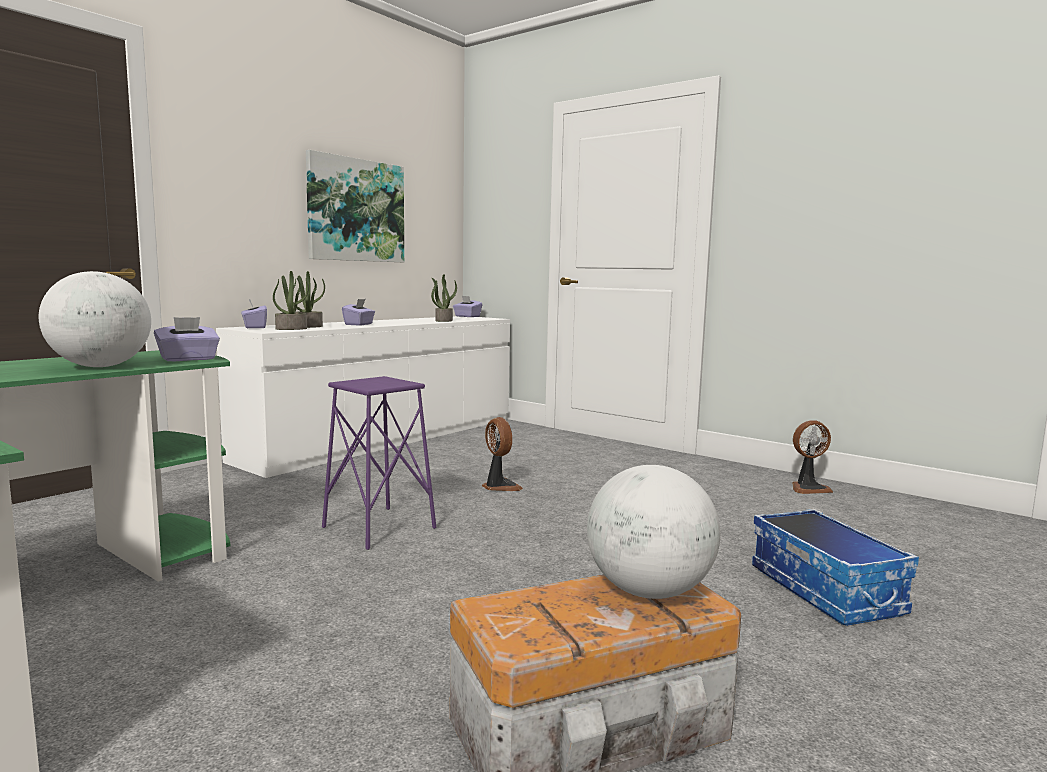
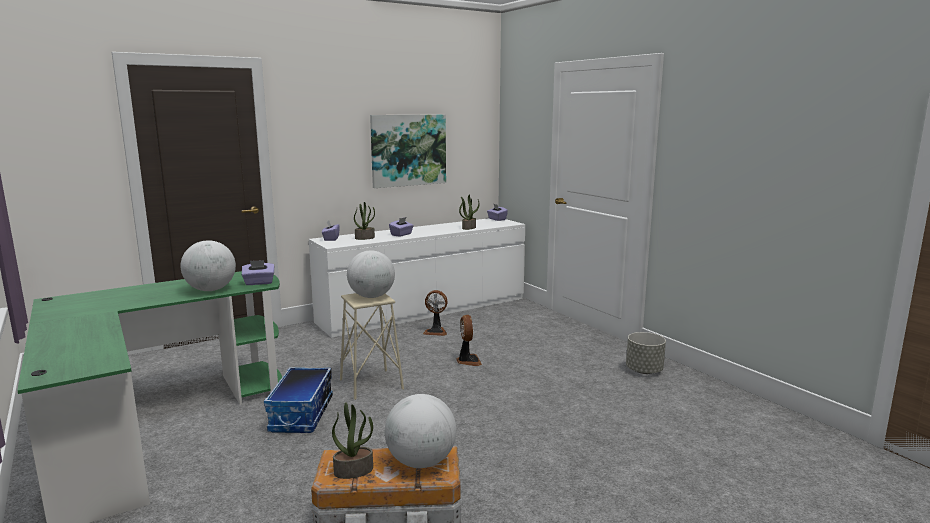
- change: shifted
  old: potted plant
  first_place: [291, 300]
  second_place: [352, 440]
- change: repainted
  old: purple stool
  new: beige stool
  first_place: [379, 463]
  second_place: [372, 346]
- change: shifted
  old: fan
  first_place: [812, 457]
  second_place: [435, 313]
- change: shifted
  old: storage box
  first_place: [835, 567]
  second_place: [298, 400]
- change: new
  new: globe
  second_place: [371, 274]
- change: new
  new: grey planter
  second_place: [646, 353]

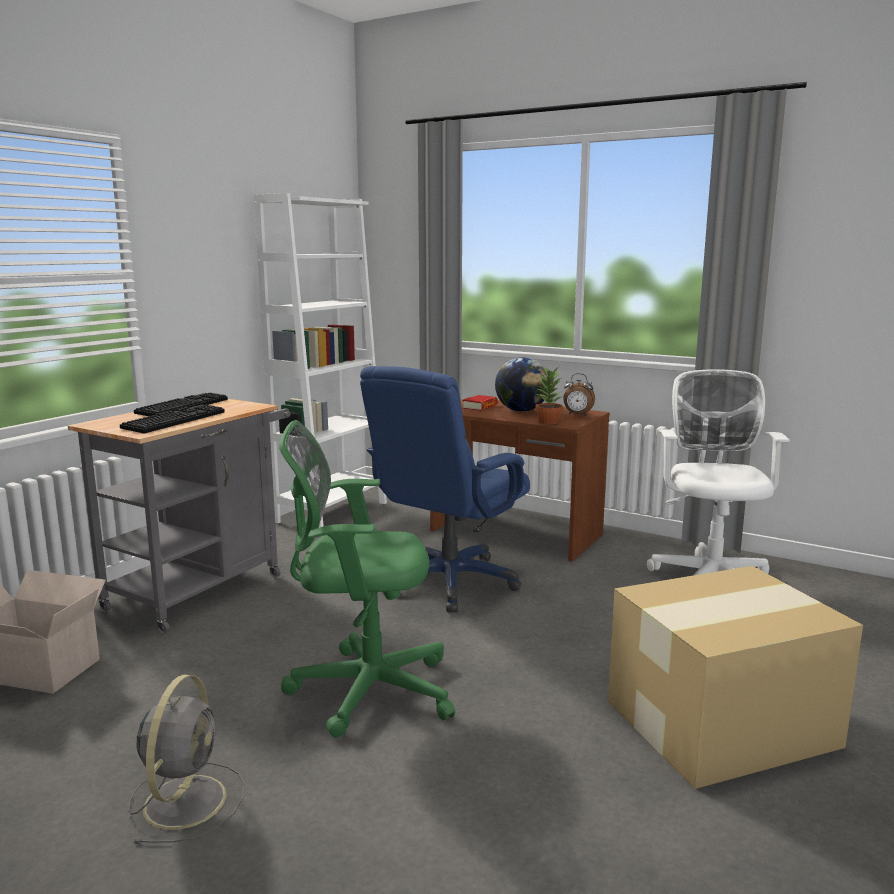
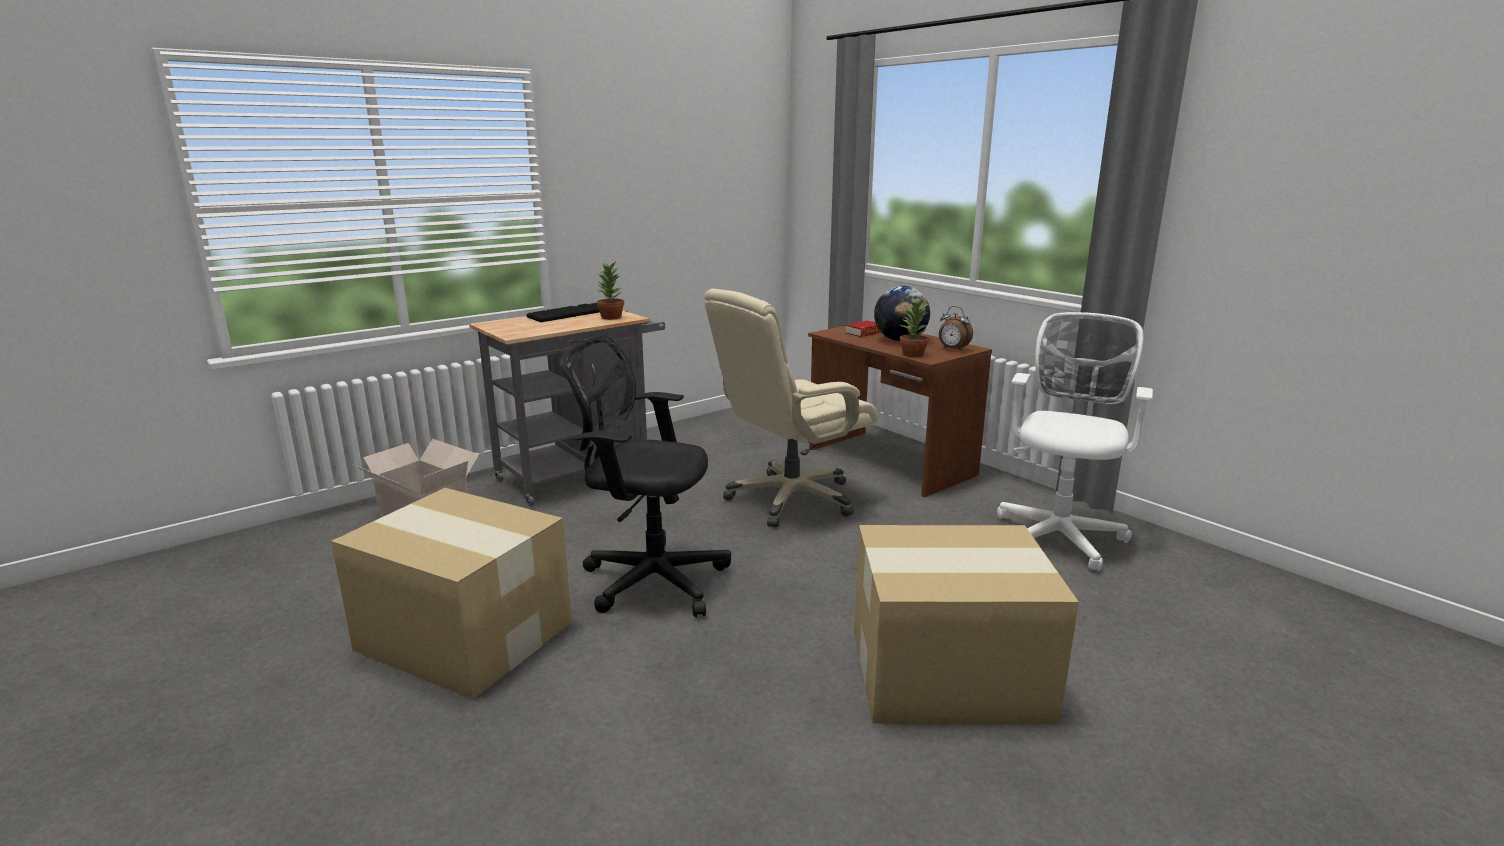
- change: gone
  old: white bookcase
  first_place: [320, 360]
- change: repainted
  old: blue office chair
  new: beige office chair
  first_place: [445, 489]
  second_place: [791, 408]
- change: gone
  old: keyboard
  first_place: [172, 419]
- change: repainted
  old: green office chair
  new: black office chair
  first_place: [367, 579]
  second_place: [645, 476]
- change: swapped
  old: grey fan
  new: cardboard box
  first_place: [186, 759]
  second_place: [451, 594]
- change: new
  new: potted plant
  second_place: [609, 291]

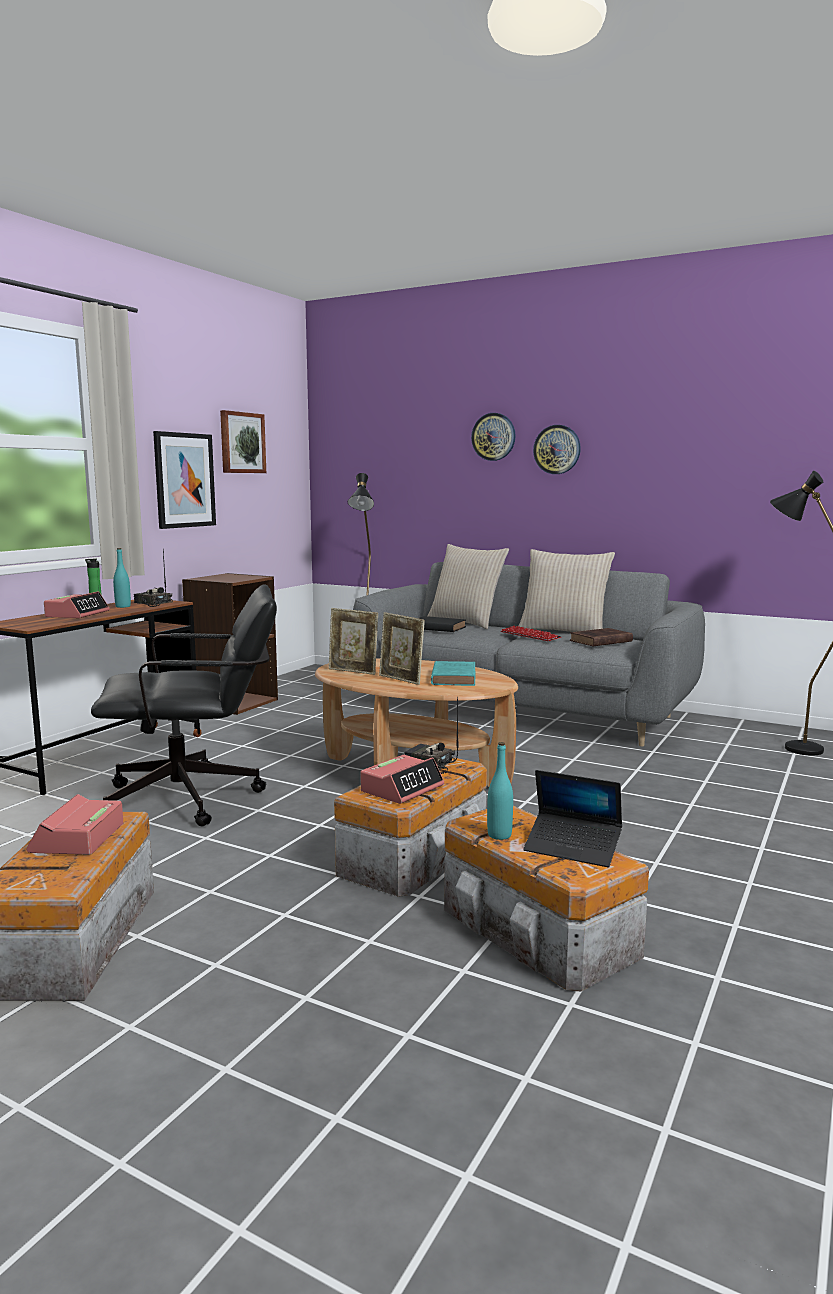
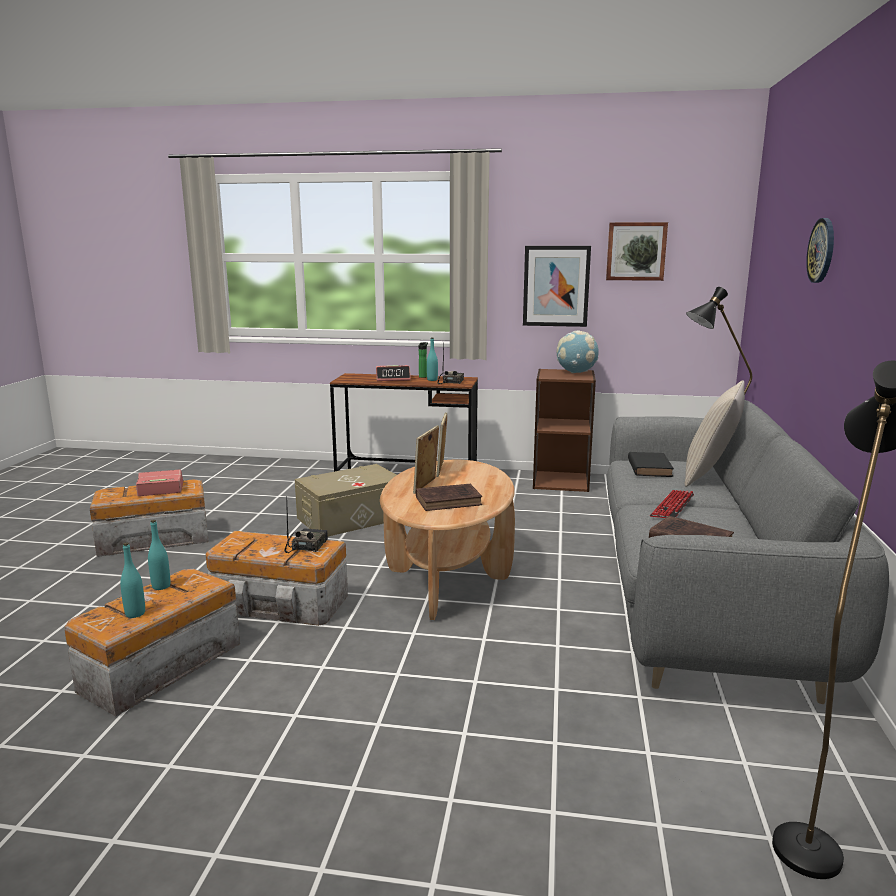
- change: gone
  old: wall clock
  first_place: [557, 449]
- change: gone
  old: beige pillow
  first_place: [566, 590]
- change: swapped
  old: black office chair
  new: beige storage box
  first_place: [184, 705]
  second_place: [345, 500]
- change: repainted
  old: turquoise book
  new: brown book
  first_place: [453, 673]
  second_place: [449, 497]
- change: gone
  old: alarm clock
  first_place: [402, 779]
- change: swapped
  old: laptop
  new: turquoise bottle
  first_place: [572, 818]
  second_place: [132, 580]
- change: new
  new: globe
  second_place: [577, 351]

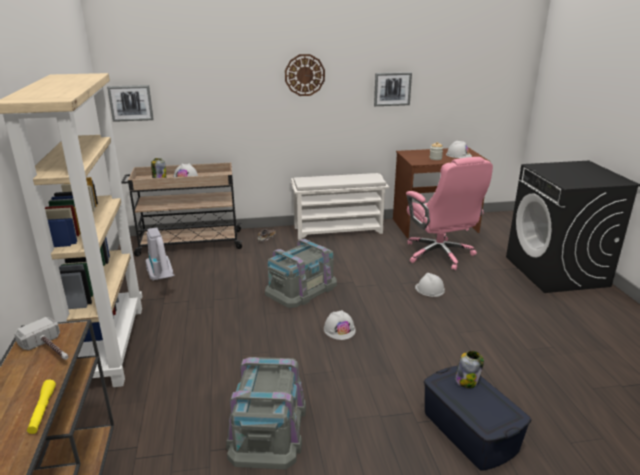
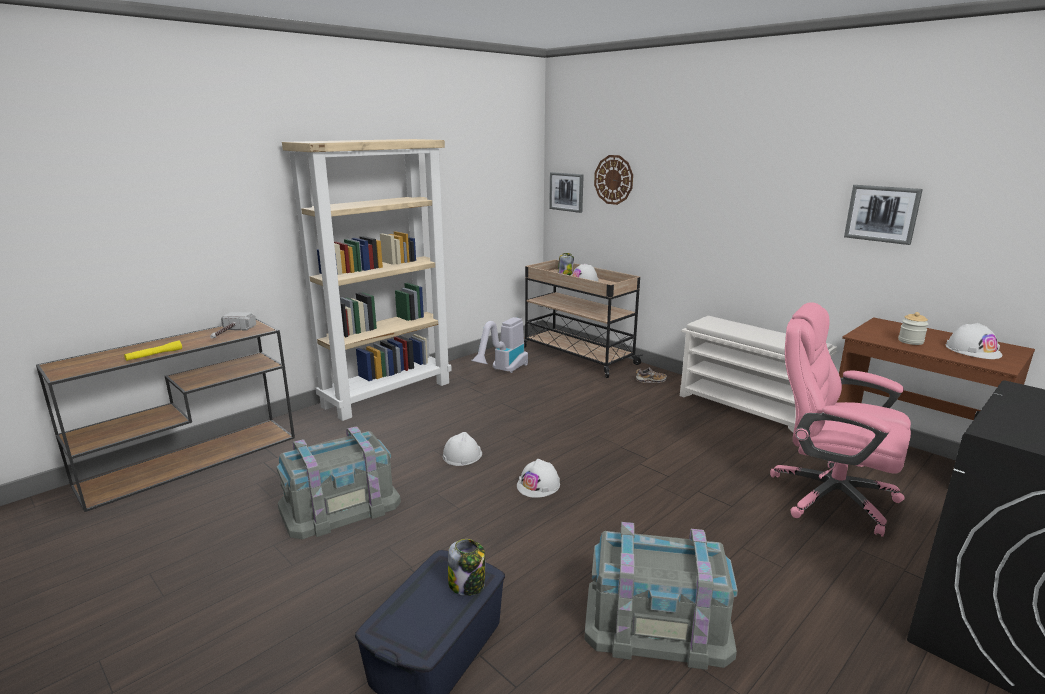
- change: shifted
  old: wall clock
  first_place: [305, 75]
  second_place: [613, 180]
- change: rotated
  old: pink office chair
  first_place: [449, 213]
  second_place: [840, 419]
  degrees: 90
- change: shifted
  old: grey storage box
  first_place: [301, 273]
  second_place: [661, 596]
- change: shifted
  old: white hard hat
  first_place: [430, 285]
  second_place: [462, 449]

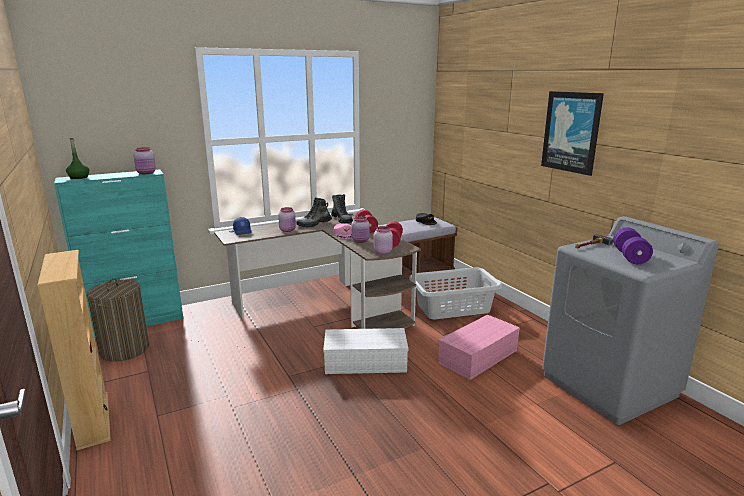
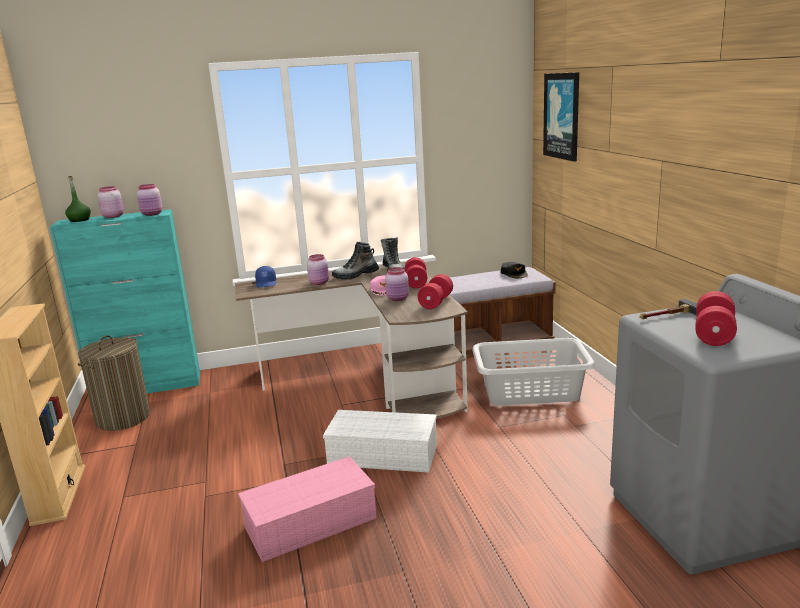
- change: shifted
  old: picture
  first_place: [572, 133]
  second_place: [561, 117]
- change: shifted
  old: pink jar
  first_place: [383, 240]
  second_place: [110, 202]
- change: repainted
  old: purple dumbbell
  new: red dumbbell
  first_place: [633, 245]
  second_place: [716, 318]
- change: shifted
  old: pink storage box
  first_place: [479, 347]
  second_place: [307, 509]

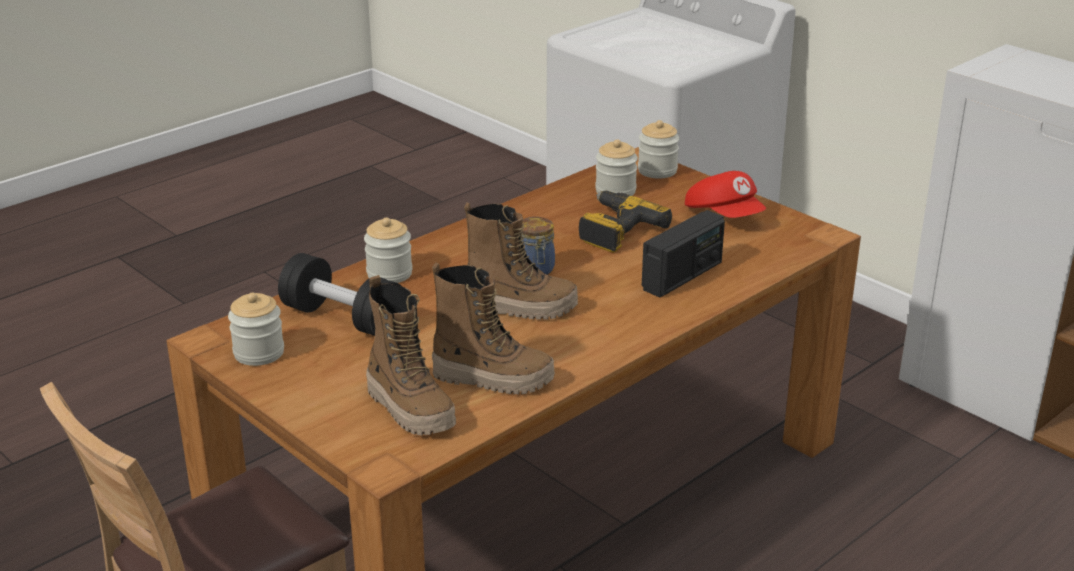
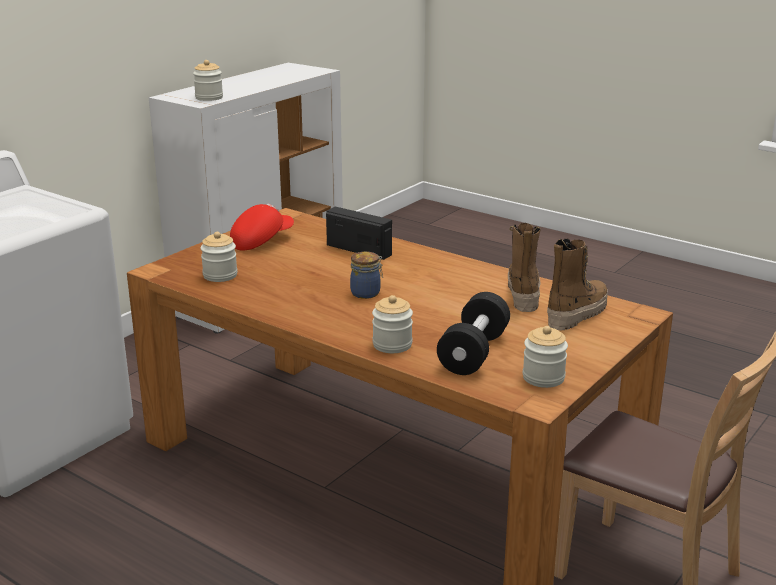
- change: shifted
  old: jar
  first_place: [658, 149]
  second_place: [208, 80]
- change: gone
  old: power drill
  first_place: [625, 221]
- change: gone
  old: boot
  first_place: [521, 261]

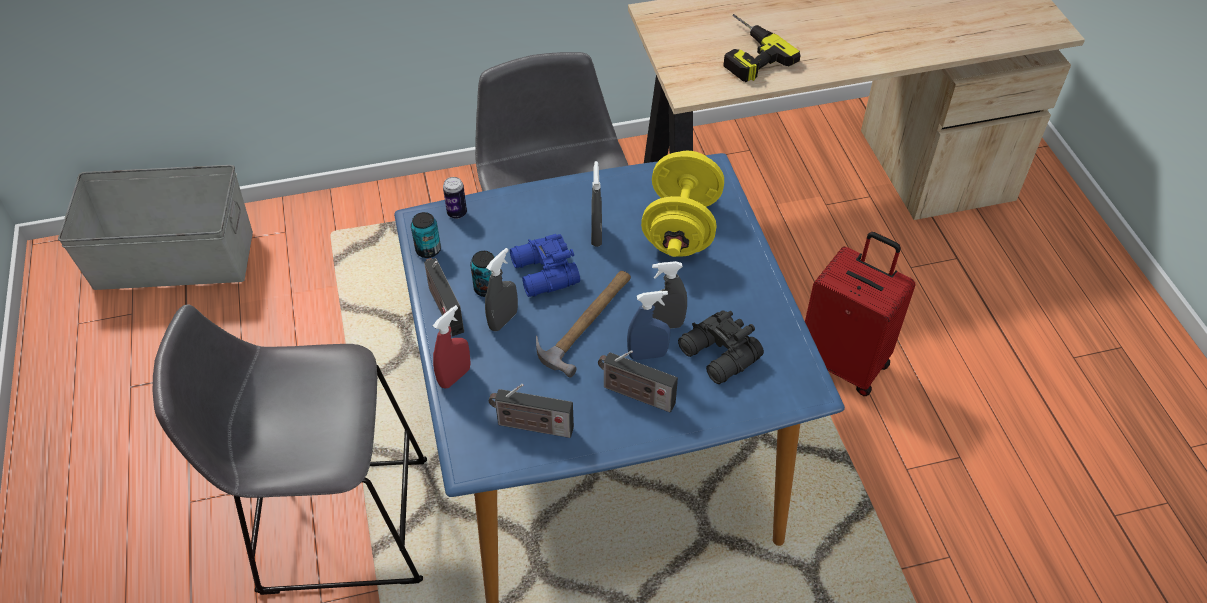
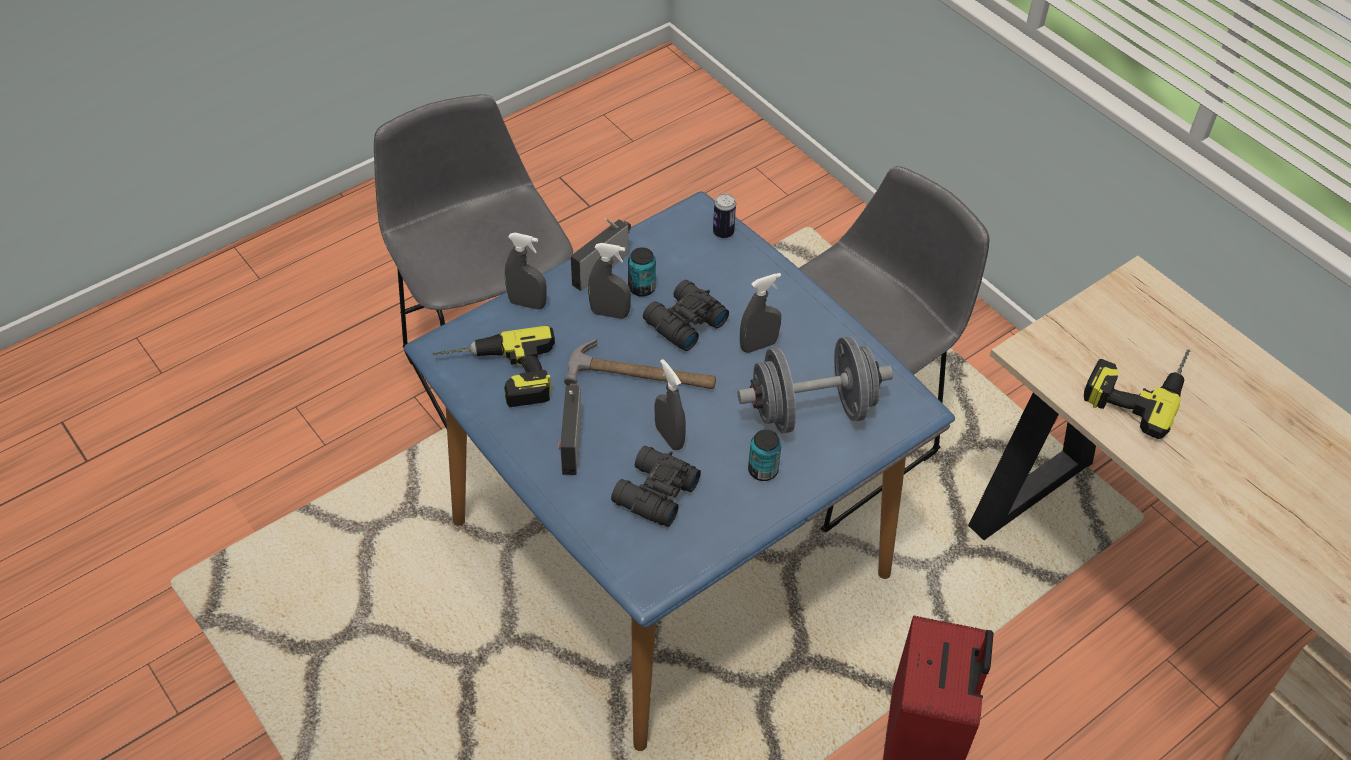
- change: repainted
  old: yellow dumbbell
  new: grey dumbbell
  first_place: [682, 204]
  second_place: [815, 384]
- change: gone
  old: grey storage box
  first_place: [155, 227]
- change: shifted
  old: can
  first_place: [426, 235]
  second_place: [765, 455]
- change: repainted
  old: blue binoculars
  new: black binoculars
  first_place: [545, 265]
  second_place: [686, 315]
- change: gone
  old: blue spray bottle
  first_place: [649, 325]
- change: repainted
  old: red spray bottle
  new: grey spray bottle
  first_place: [452, 346]
  second_place: [526, 271]
- change: swapped
  old: radio
  new: power drill
  first_place: [531, 411]
  second_place: [493, 366]

